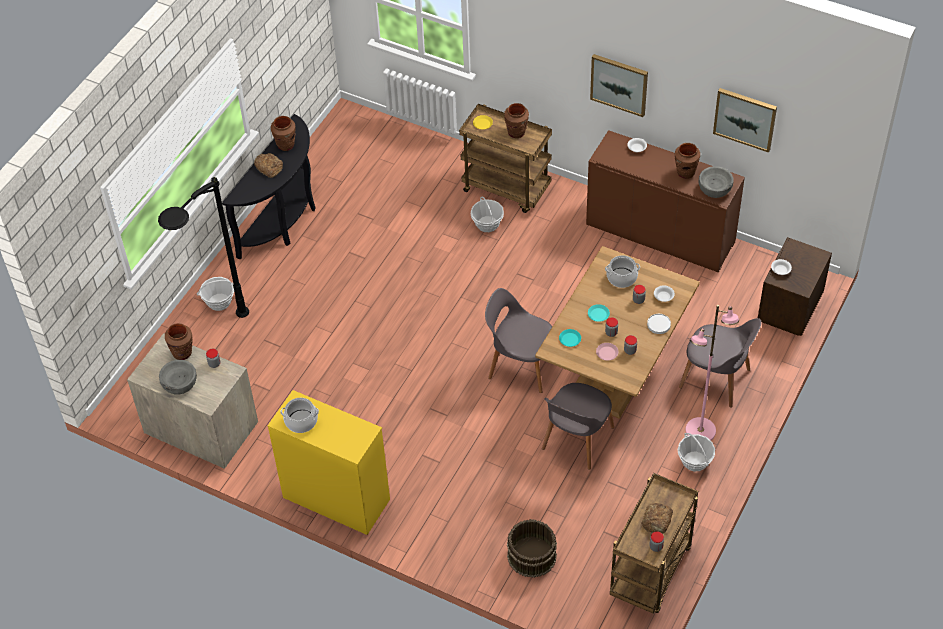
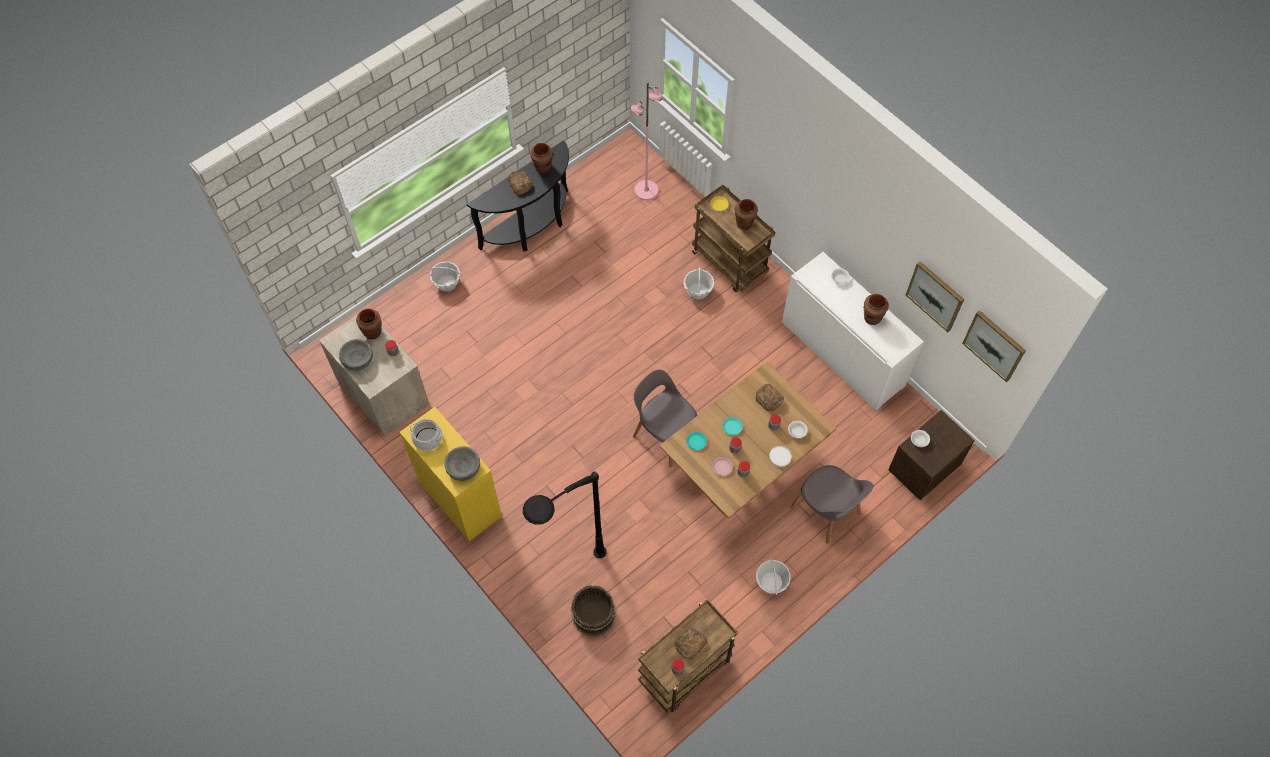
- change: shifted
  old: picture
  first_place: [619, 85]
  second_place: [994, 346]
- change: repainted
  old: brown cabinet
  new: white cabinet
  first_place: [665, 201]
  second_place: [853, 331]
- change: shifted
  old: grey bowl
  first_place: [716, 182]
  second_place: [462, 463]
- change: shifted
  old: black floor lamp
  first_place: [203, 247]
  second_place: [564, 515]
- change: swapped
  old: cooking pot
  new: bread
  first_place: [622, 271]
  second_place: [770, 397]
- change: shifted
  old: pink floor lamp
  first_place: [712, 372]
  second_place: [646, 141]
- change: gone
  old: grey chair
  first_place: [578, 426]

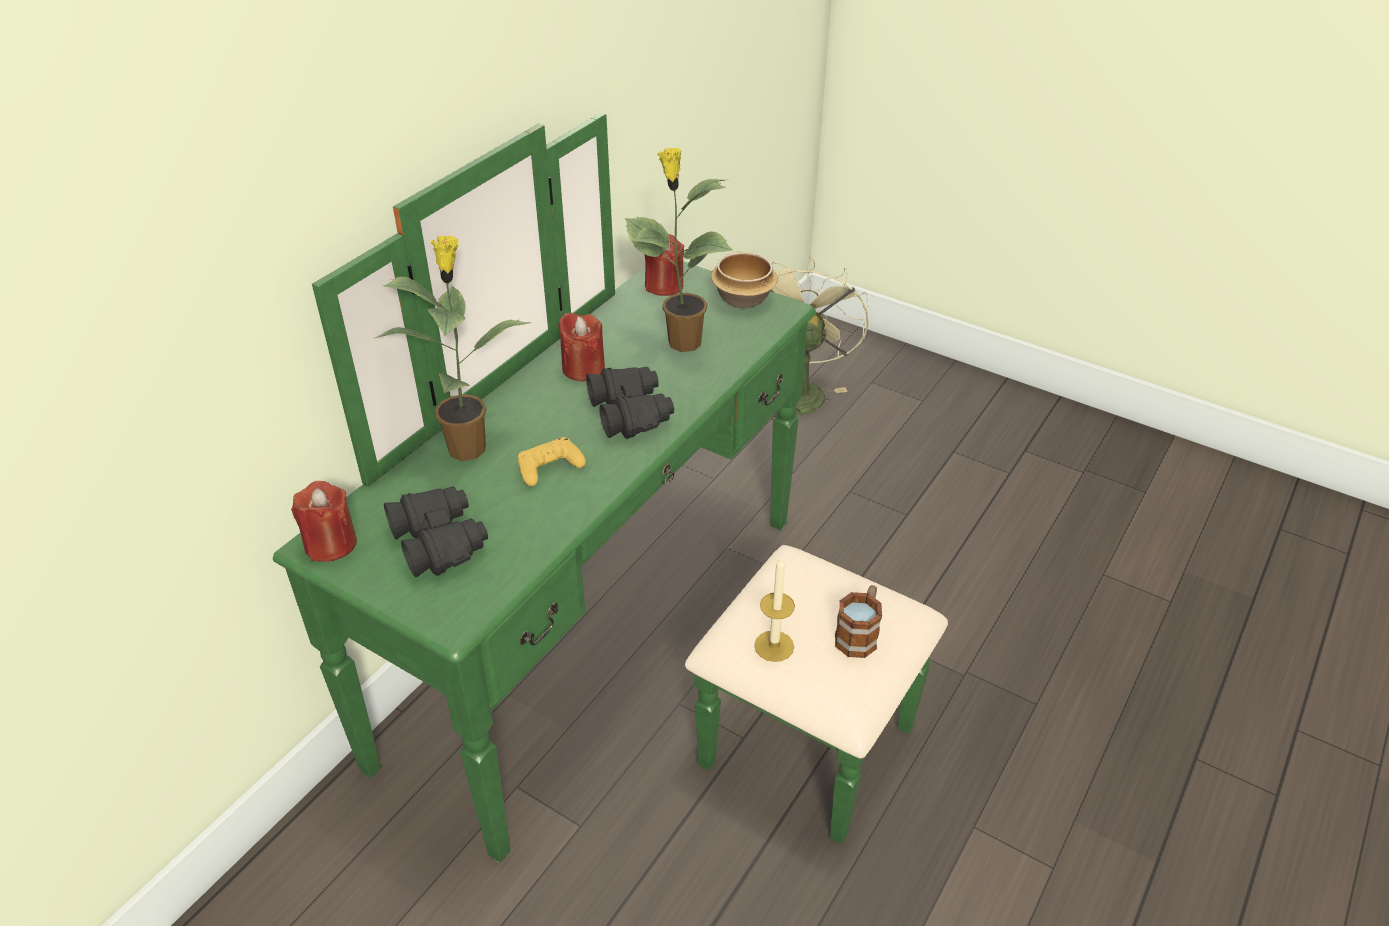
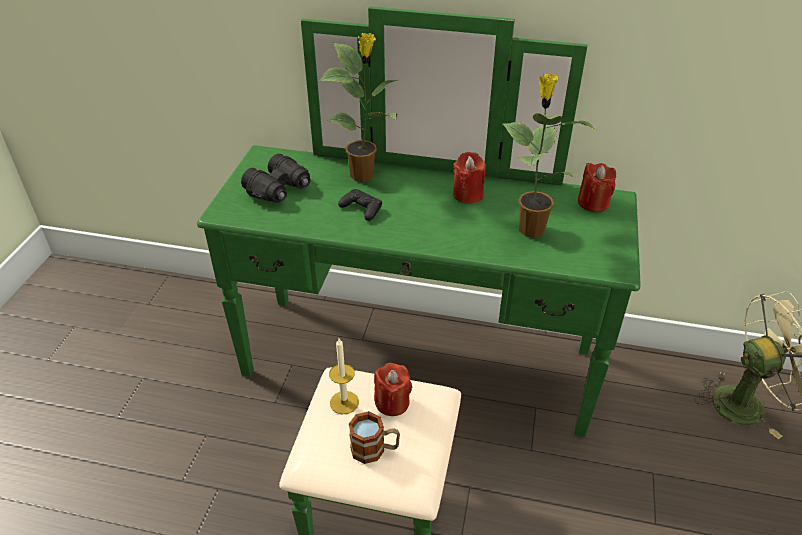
- change: gone
  old: bowl
  first_place: [744, 280]
- change: gone
  old: black binoculars
  first_place: [630, 403]
- change: repainted
  old: yellow game controller
  new: black game controller
  first_place: [552, 461]
  second_place: [360, 205]
- change: shifted
  old: red candle
  first_place: [324, 521]
  second_place: [393, 389]

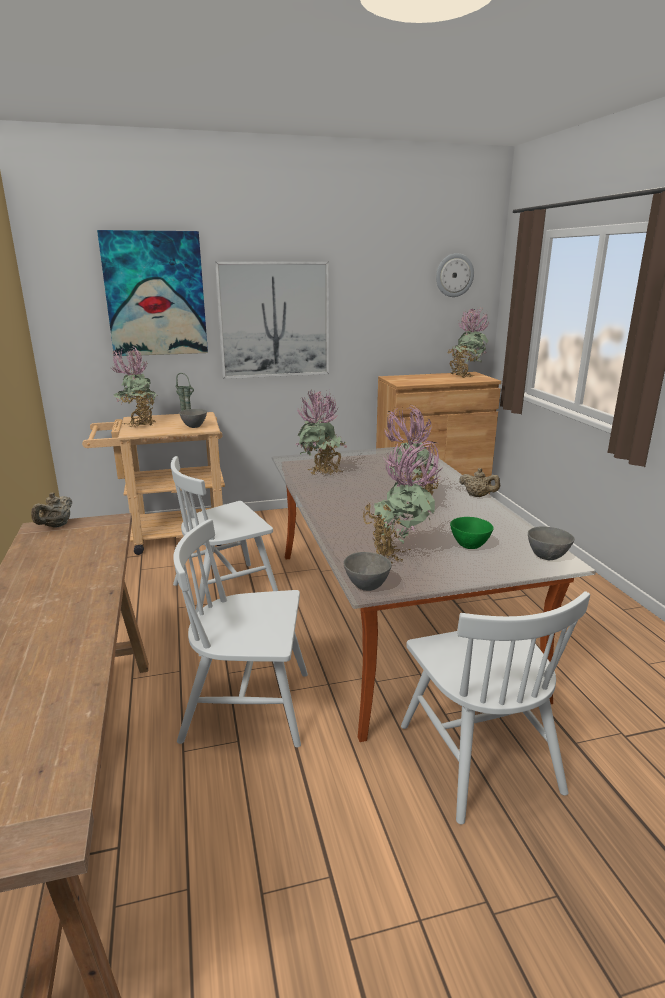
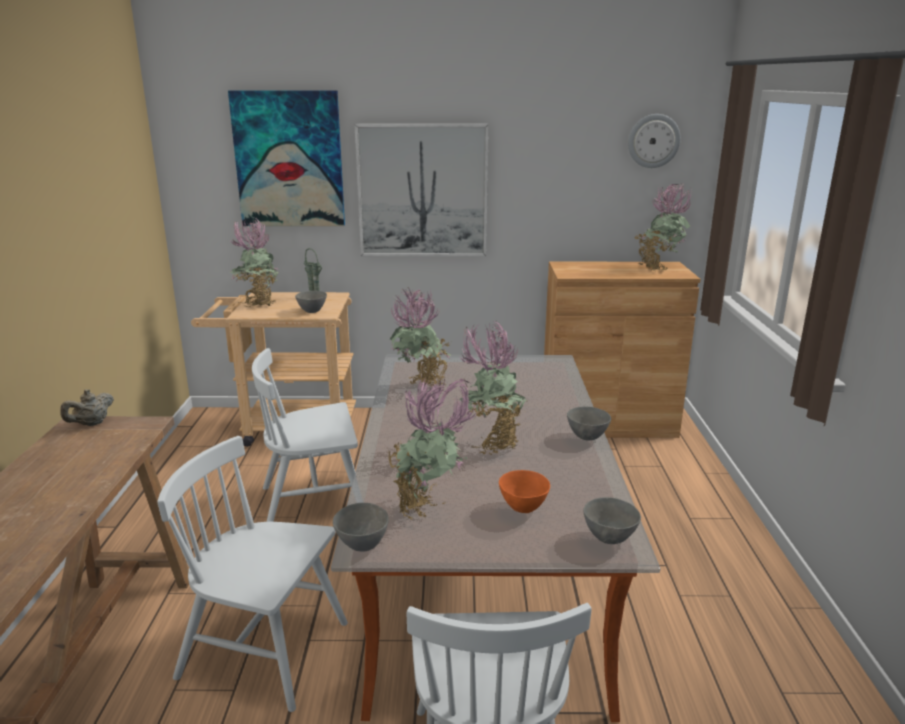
- change: swapped
  old: beige teapot
  new: grey bowl
  first_place: [479, 482]
  second_place: [589, 423]
- change: repainted
  old: green bowl
  new: orange bowl
  first_place: [472, 533]
  second_place: [524, 491]

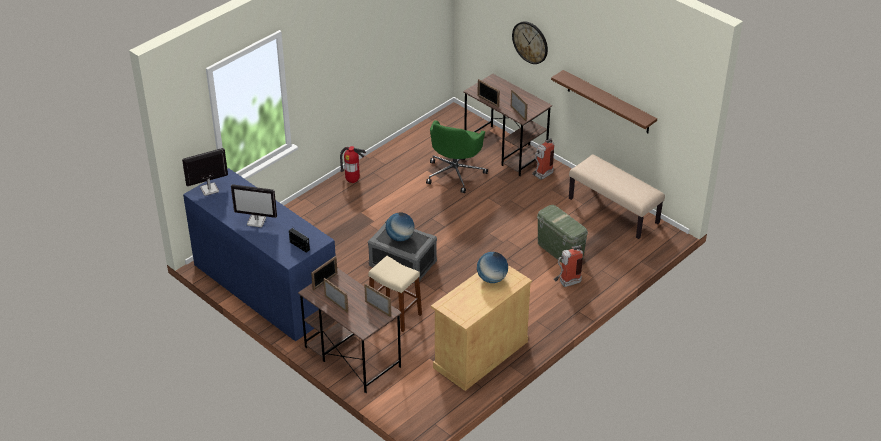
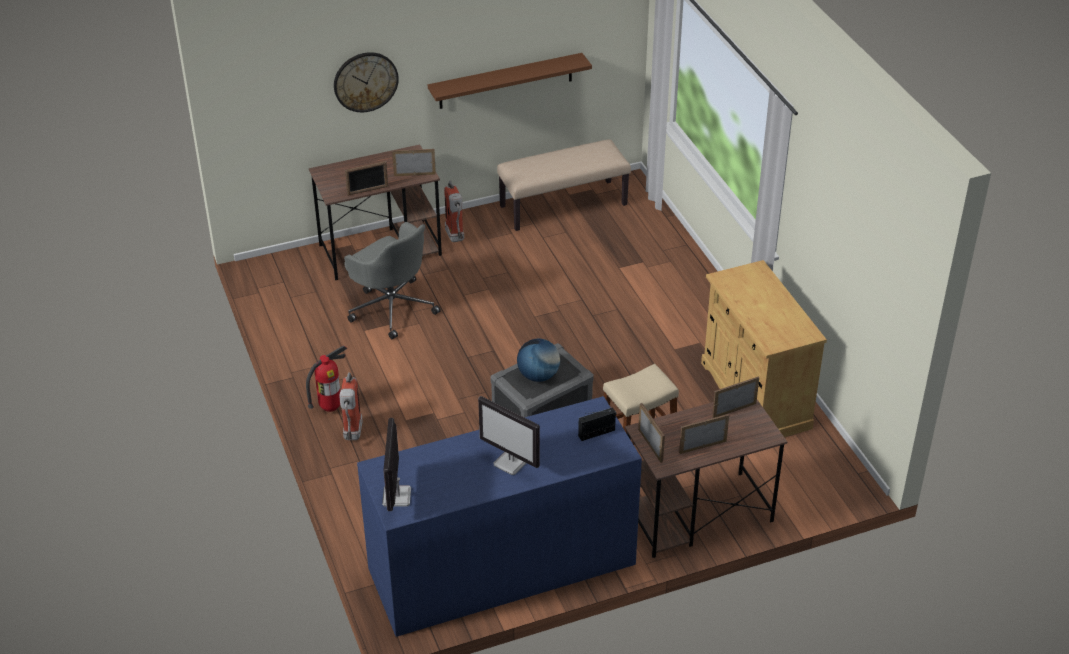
- change: repainted
  old: green office chair
  new: grey office chair
  first_place: [457, 156]
  second_place: [392, 280]
- change: rotated
  old: monitor
  first_place: [254, 205]
  second_place: [509, 435]
  degrees: 90
- change: gone
  old: green storage box
  first_place: [562, 234]
- change: shifted
  old: fire extinguisher
  first_place: [568, 266]
  second_place: [351, 406]
- change: gone
  old: globe
  first_place: [492, 267]

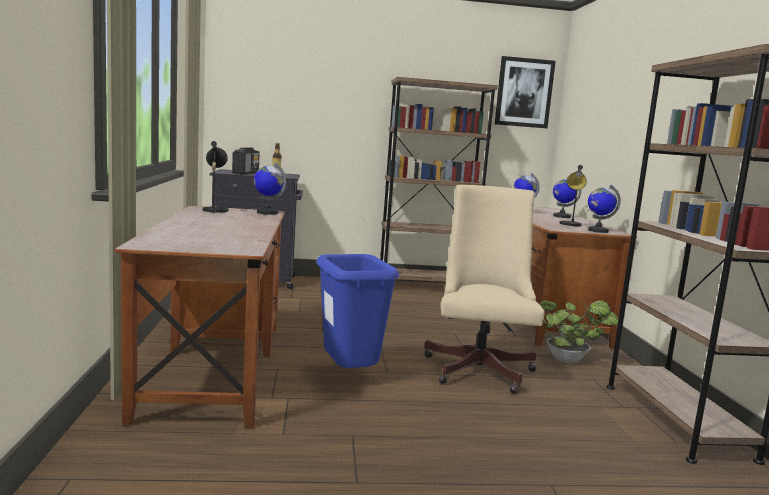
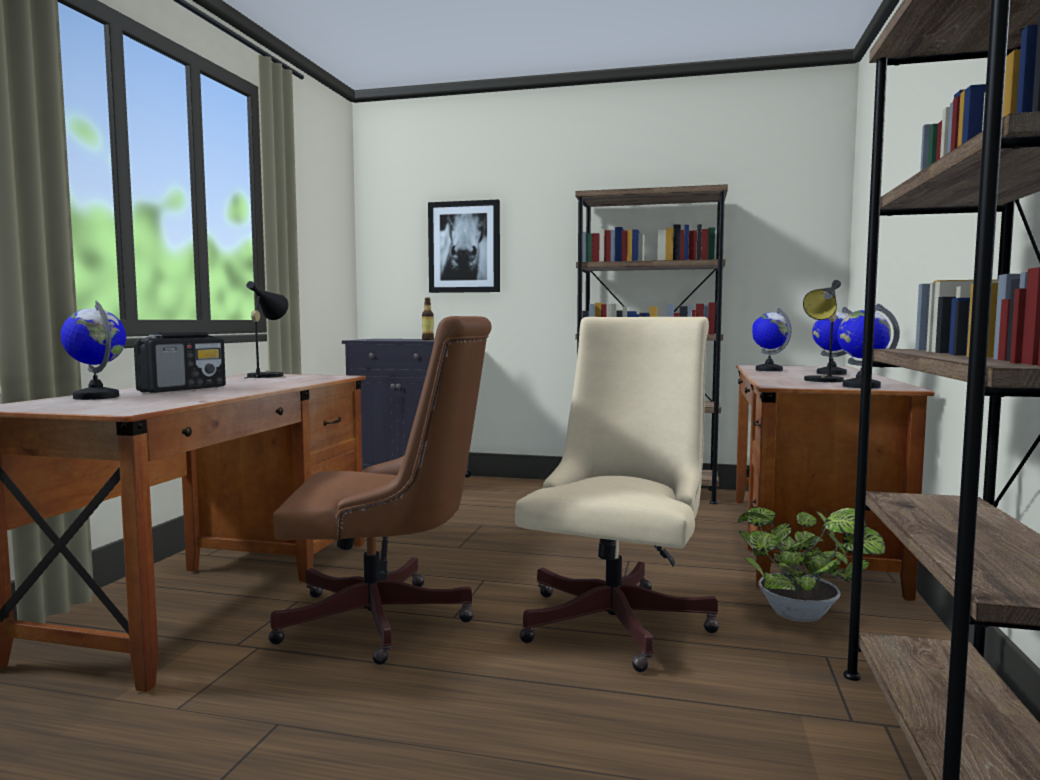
- change: shifted
  old: picture
  first_place: [525, 92]
  second_place: [464, 246]
- change: shifted
  old: radio
  first_place: [246, 160]
  second_place: [180, 362]
- change: shifted
  old: globe
  first_place: [270, 189]
  second_place: [93, 350]
- change: swapped
  old: blue trash can
  new: brown office chair
  first_place: [358, 311]
  second_place: [380, 490]

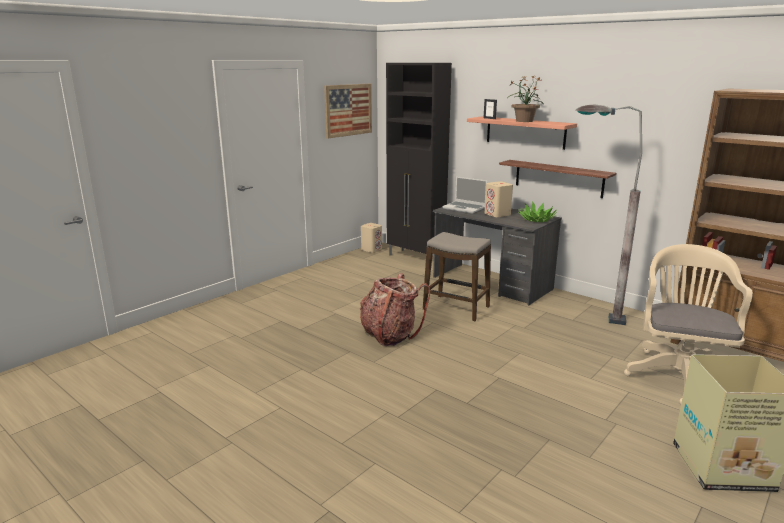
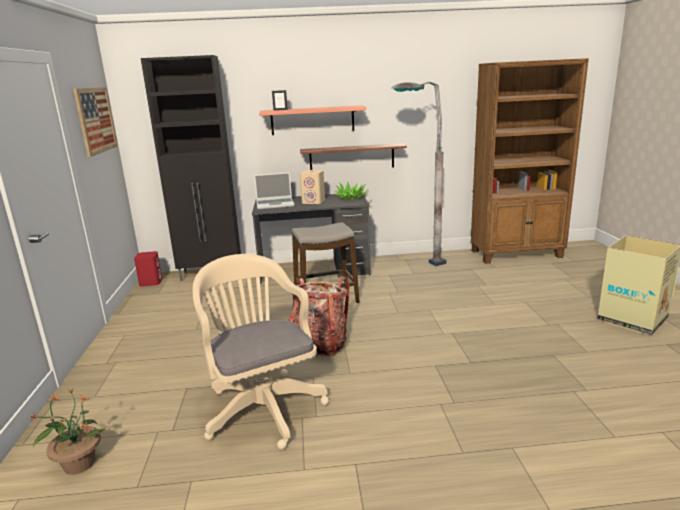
- change: shifted
  old: potted plant
  first_place: [525, 99]
  second_place: [66, 432]
- change: repainted
  old: beige speaker
  new: red speaker
  first_place: [371, 238]
  second_place: [148, 269]
- change: shifted
  old: beige office chair
  first_place: [688, 324]
  second_place: [261, 352]

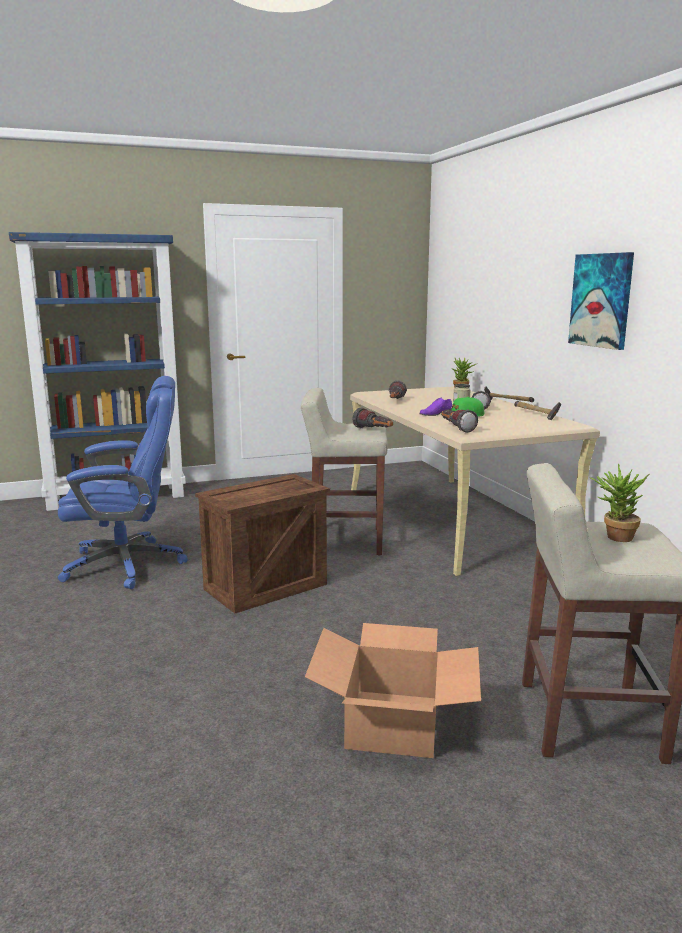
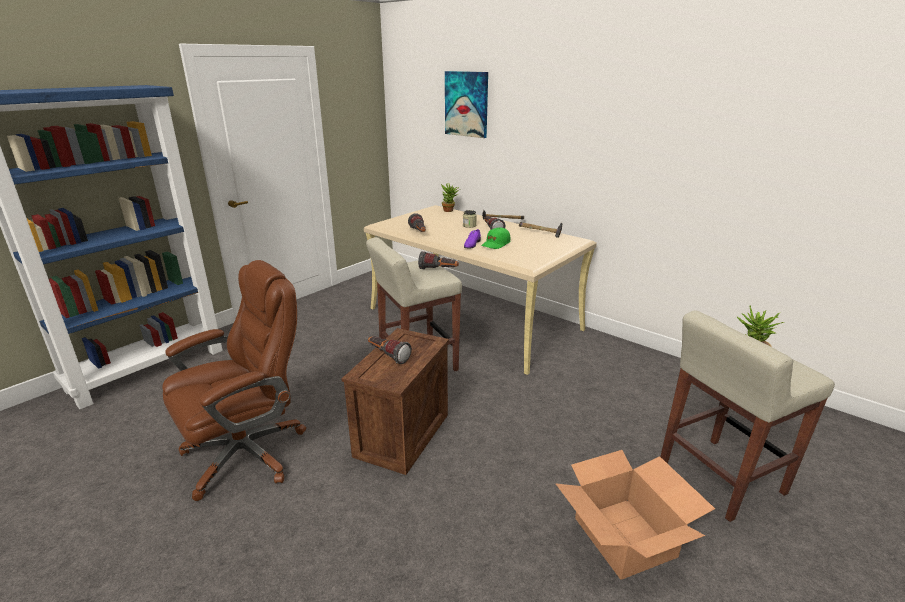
- change: shifted
  old: picture
  first_place: [601, 301]
  second_place: [466, 104]
- change: repainted
  old: blue office chair
  new: brown office chair
  first_place: [123, 482]
  second_place: [234, 380]
- change: shifted
  old: flashlight
  first_place: [459, 421]
  second_place: [390, 350]

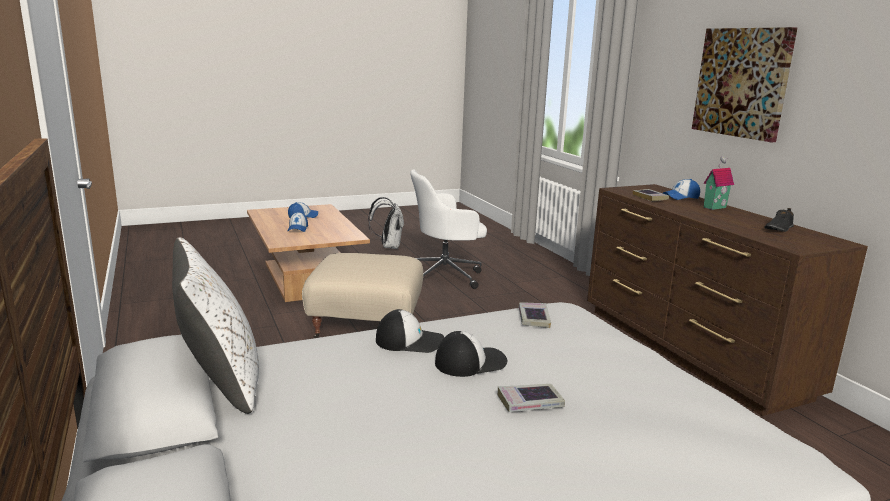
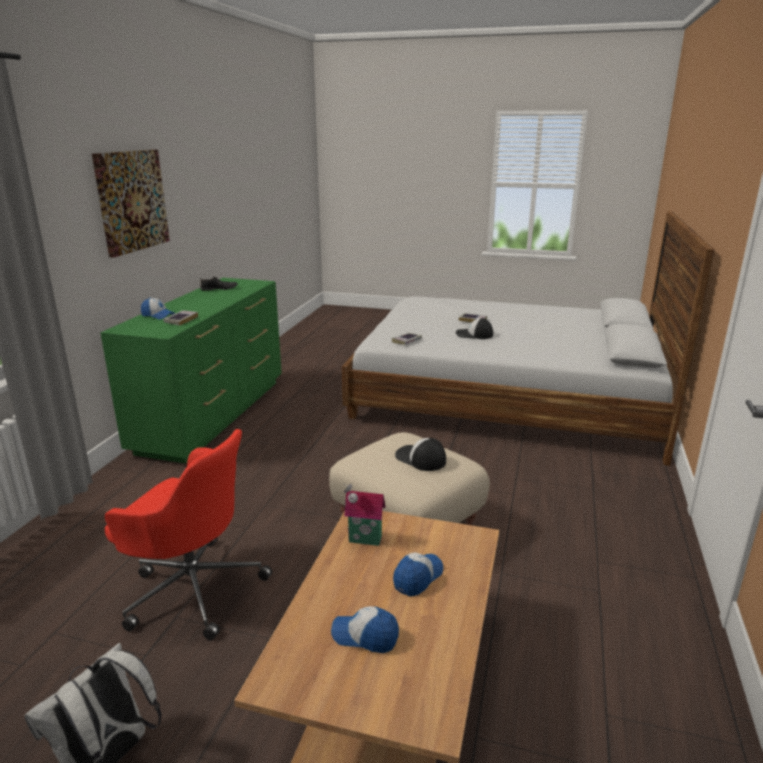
- change: shifted
  old: toy house
  first_place: [718, 183]
  second_place: [365, 514]
- change: repainted
  old: white office chair
  new: red office chair
  first_place: [448, 229]
  second_place: [188, 535]
- change: repainted
  old: brown dresser
  new: green dresser
  first_place: [727, 300]
  second_place: [191, 371]
- change: gone
  old: white pillow
  first_place: [215, 325]
- change: shifted
  old: cap
  first_place: [410, 331]
  second_place: [420, 454]

